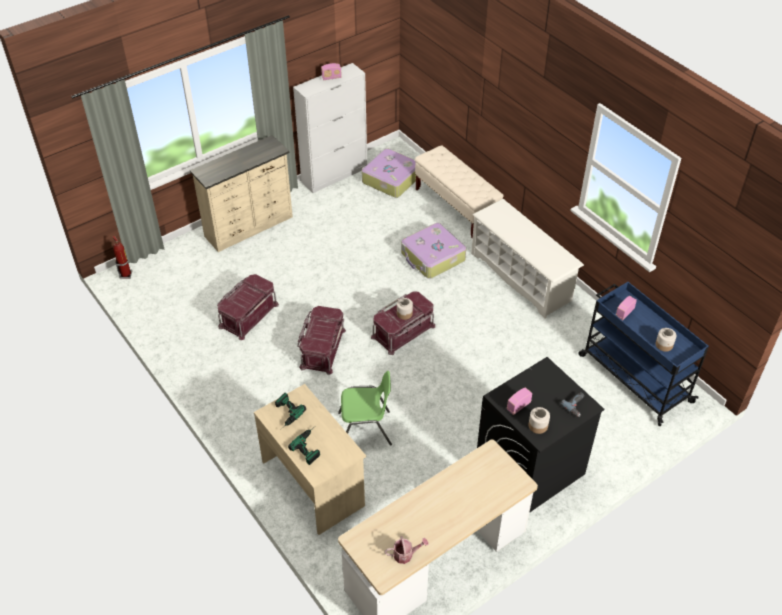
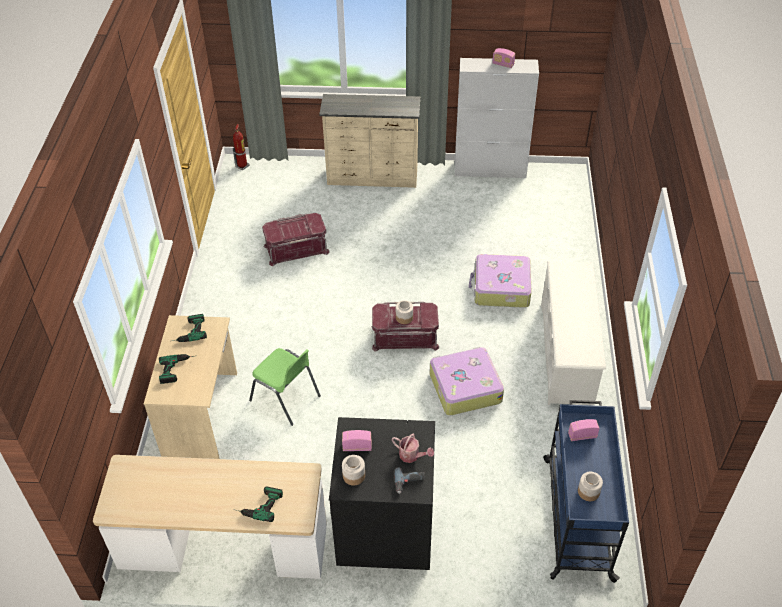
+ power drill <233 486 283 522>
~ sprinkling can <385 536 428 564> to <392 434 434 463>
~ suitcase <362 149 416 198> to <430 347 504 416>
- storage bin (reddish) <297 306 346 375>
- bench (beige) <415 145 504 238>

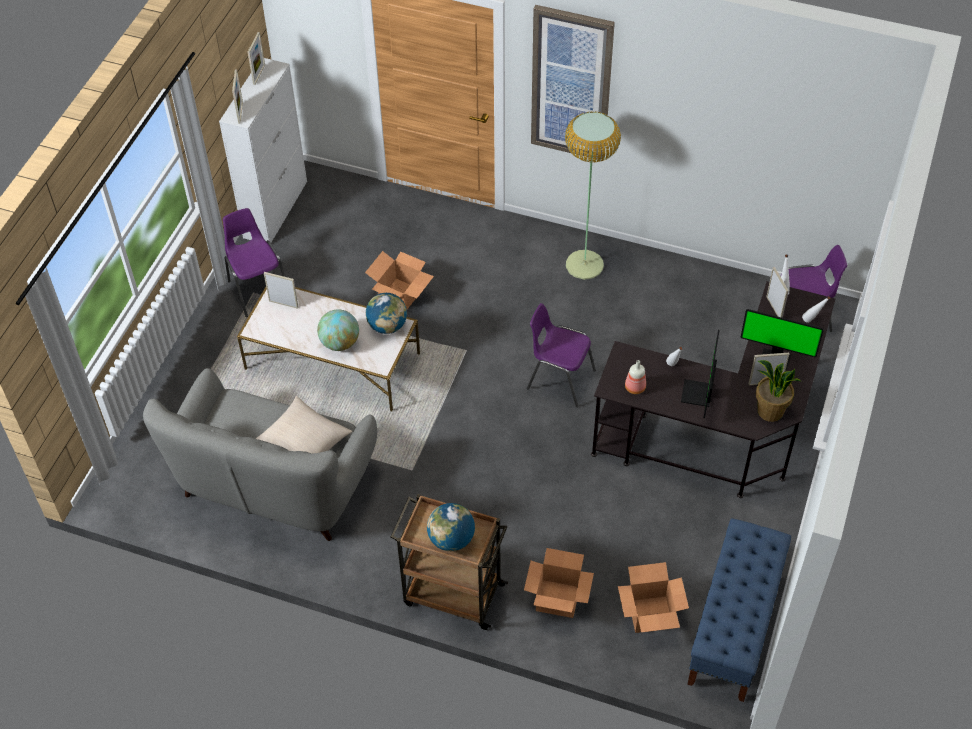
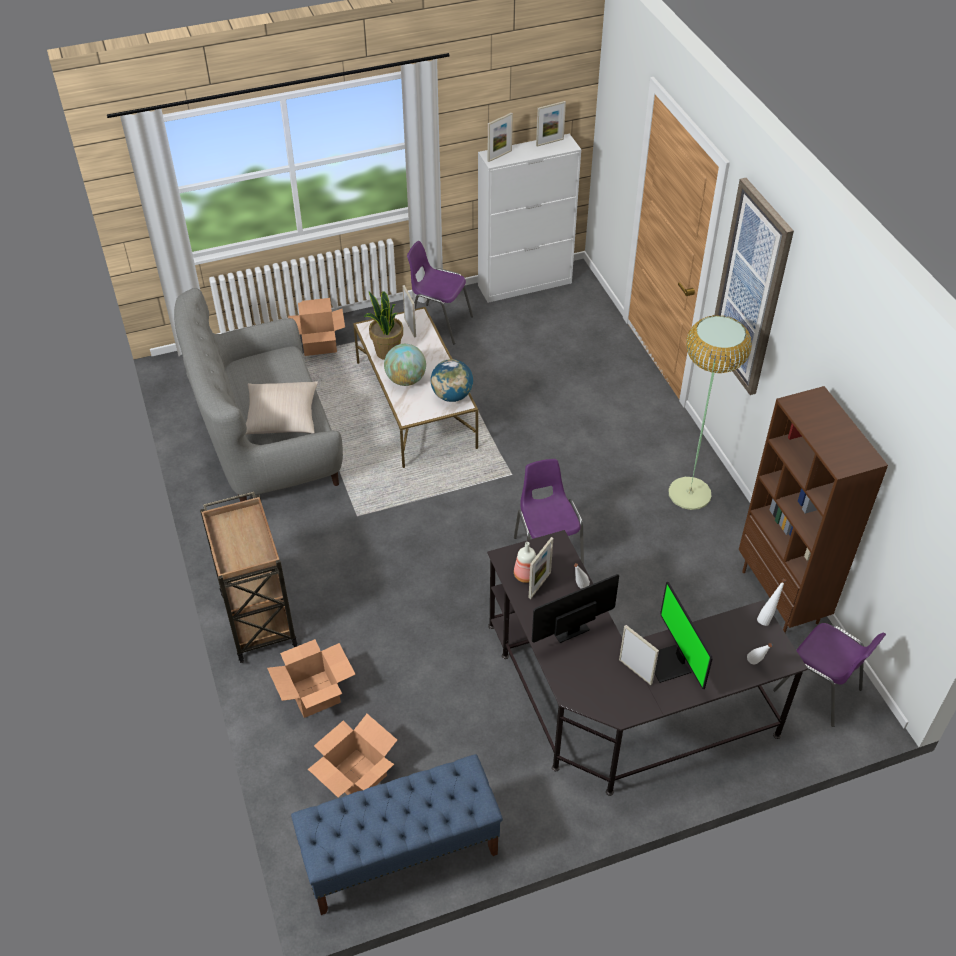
~ packing box <365 251 434 309> to <288 298 345 356>
~ plant in a pot <756 360 801 422> to <364 291 403 360>
~ chair (purple) <223 208 285 317> = <407 241 473 344> 90 degrees counterclockwise
~ standing frame <766 267 789 318> to <529 537 553 599>
+ bookshelf (brown-coloured) <739 386 888 633>
- desk globe <427 503 475 551>

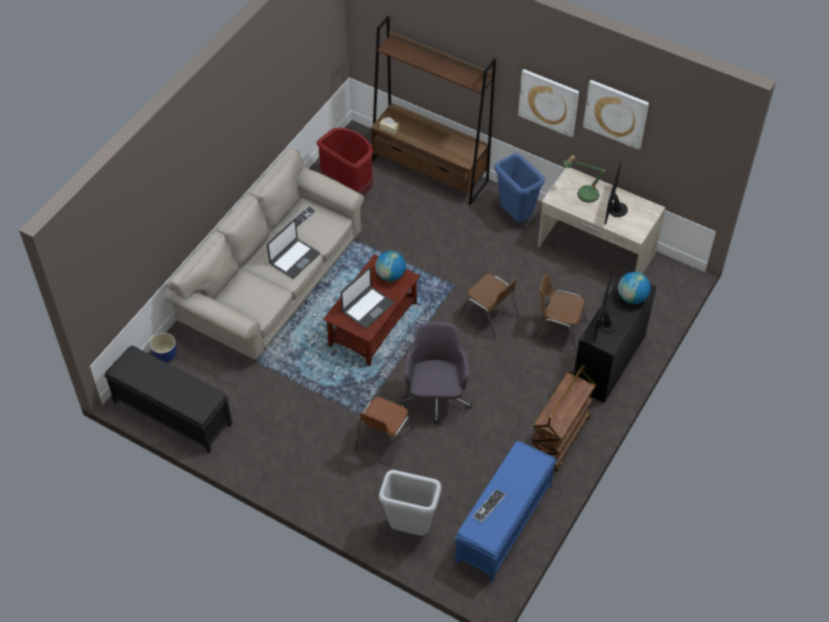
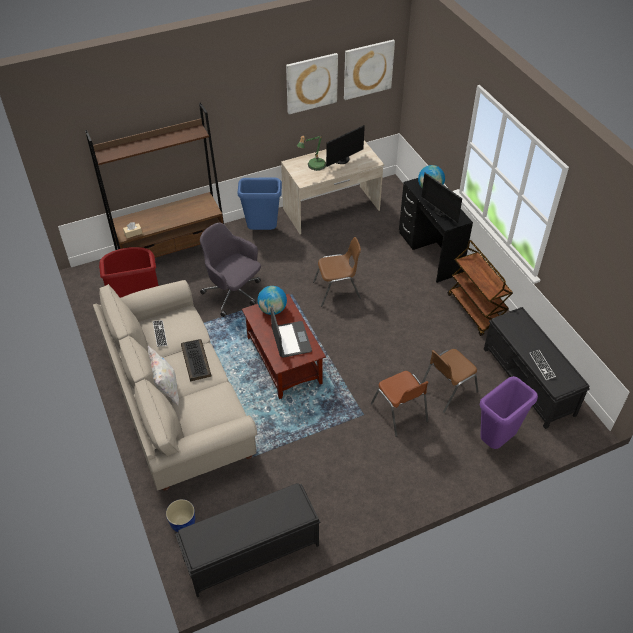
+ throw pillow (whitish) <148 346 179 406>
~ laptop <267 219 320 279> to keyboard <181 339 212 381>
~ office chair (gray) <400 321 471 424> to <200 223 261 317>
~ monitor <605 161 628 225> = <326 125 365 167> 90 degrees counterclockwise
~ wall art <518 69 579 138> to <344 40 395 100>
~ chair (brown-coloured) <532 273 587 351> to <421 349 478 413>
~ rubbish bin (gray) <379 470 441 536> to rubbish bin (purple) <480 376 538 449>
~ bench (bluish) <455 441 557 582> to bench (black-coloured) <484 307 590 429>

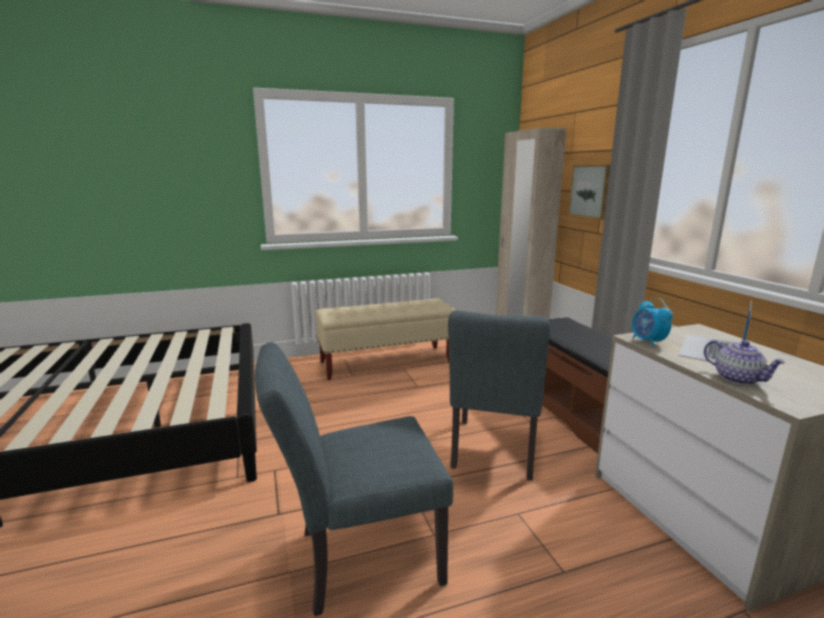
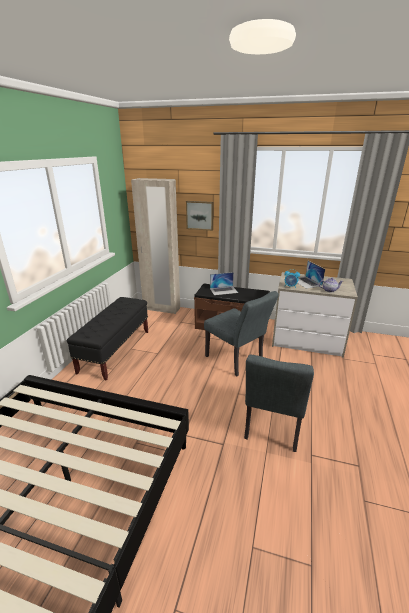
~ bench (beige) <315 299 456 380> to bench (black-coloured) <67 297 148 381>
+ laptop <210 272 238 295>

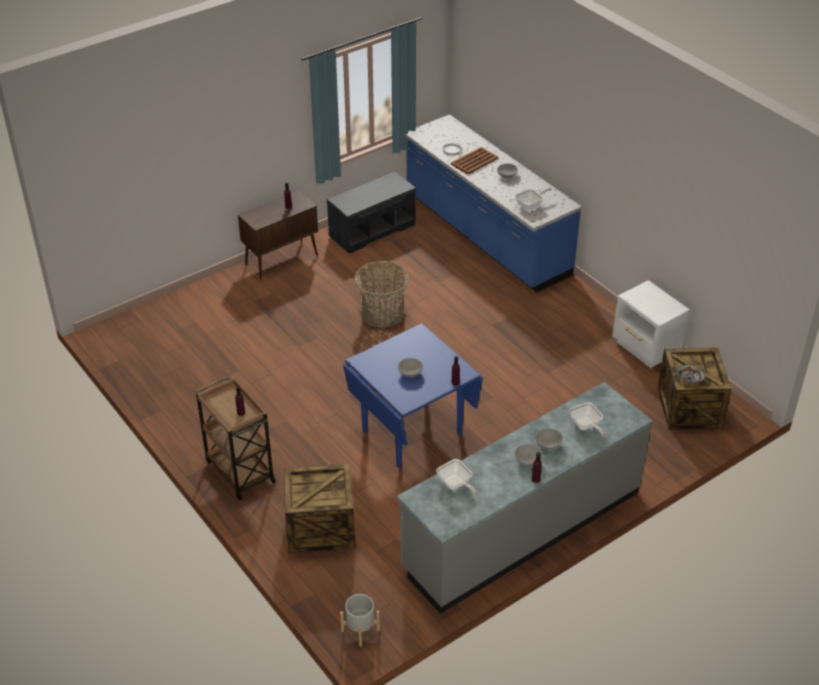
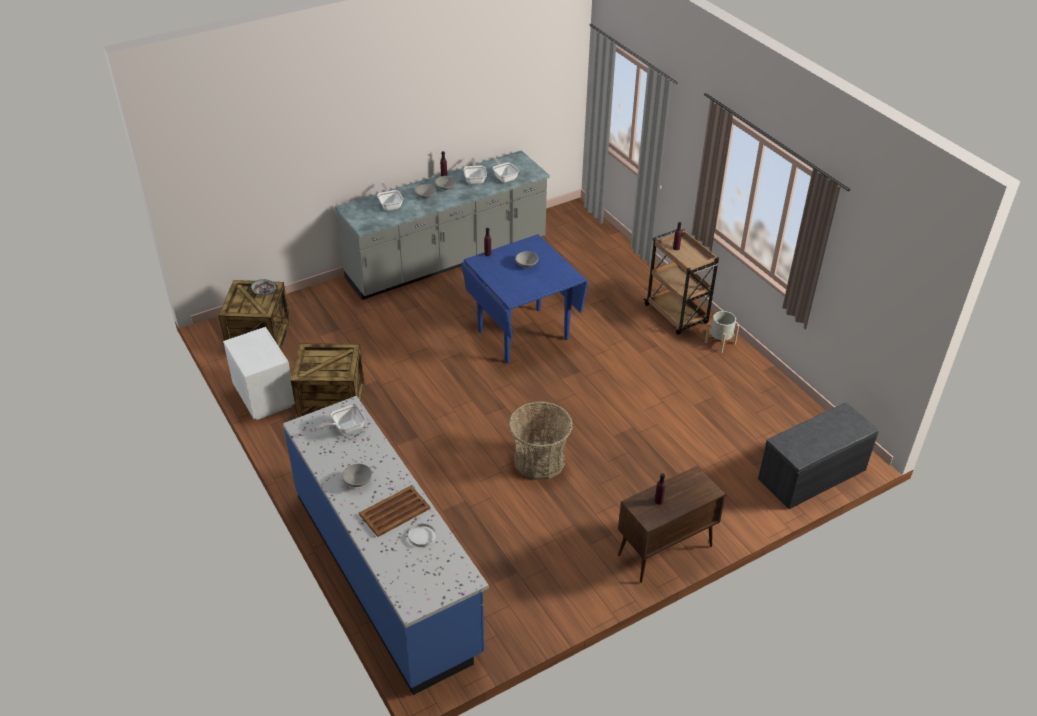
~ packing crate <284 464 355 553> to <291 344 365 418>
+ skillet <464 158 487 184>
~ plant pot (gray) <340 594 380 647> to <705 311 739 353>
~ bench (gray) <327 171 416 254> to <758 403 879 509>

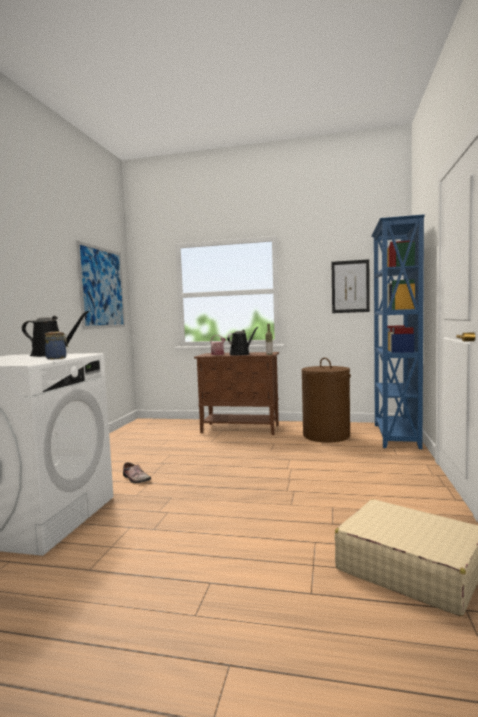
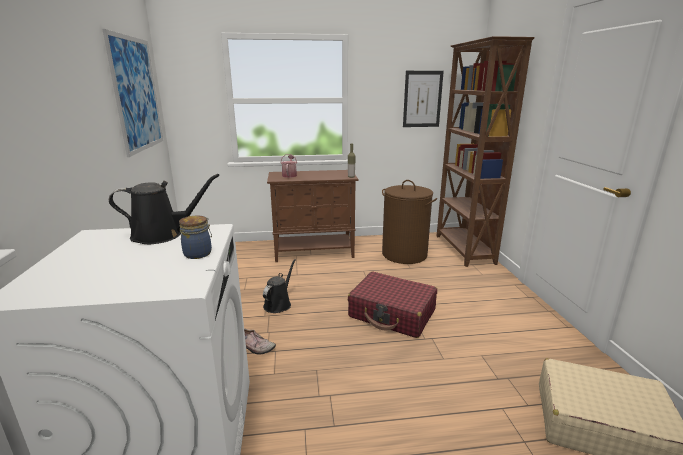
~ sprinkling can (black-coloured) <227 327 258 355> to <263 259 296 313>
+ suitcase (reddish) <348 271 437 338>
~ bookshelf (bluish) <371 214 425 449> to bookshelf (brown-coloured) <436 36 535 267>

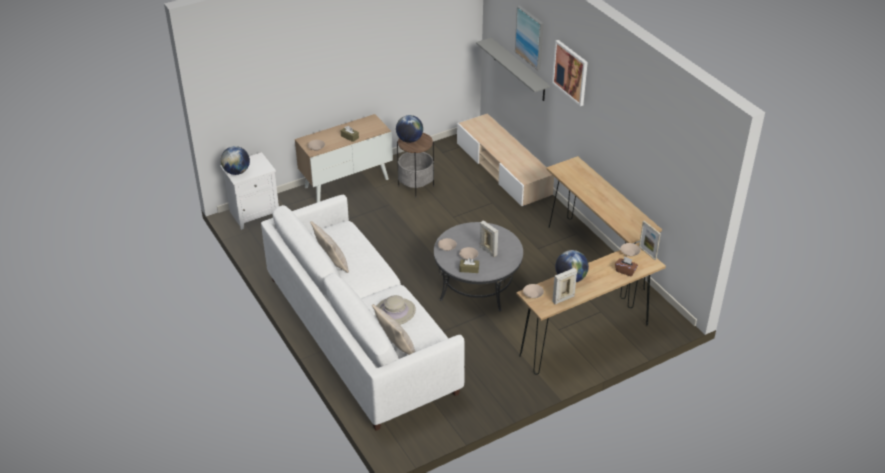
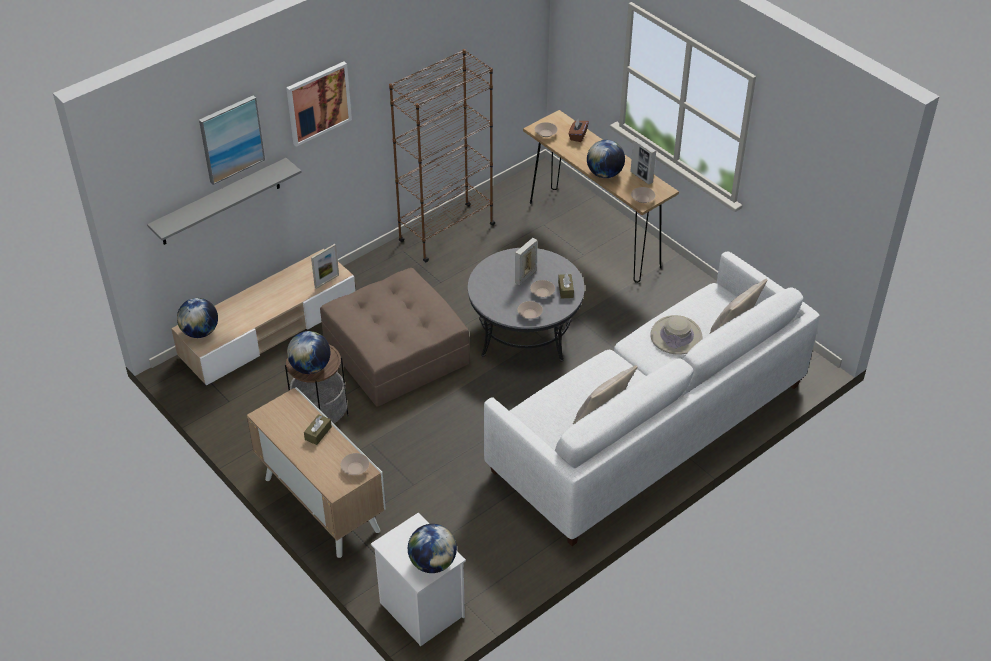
+ desk globe <177 298 218 338>
~ standing frame <639 221 661 260> to <311 244 339 289>
+ ottoman (brown-coloured) <320 268 470 407>
~ console table (brown-coloured) <546 156 662 299> to bookshelf (brown-coloured) <389 49 496 262>

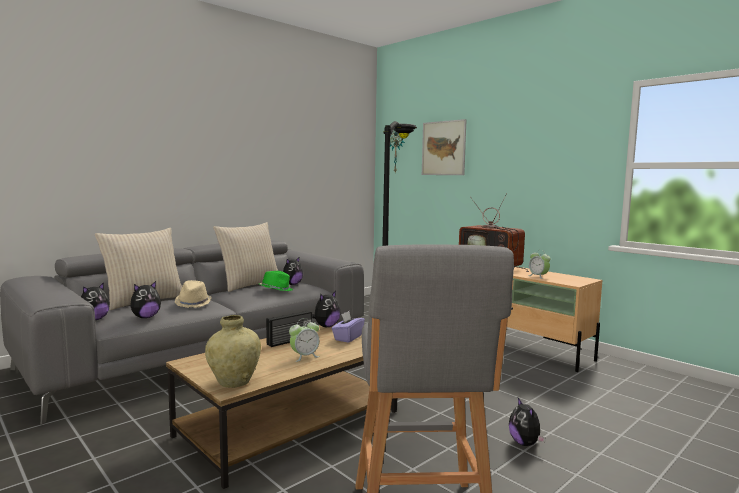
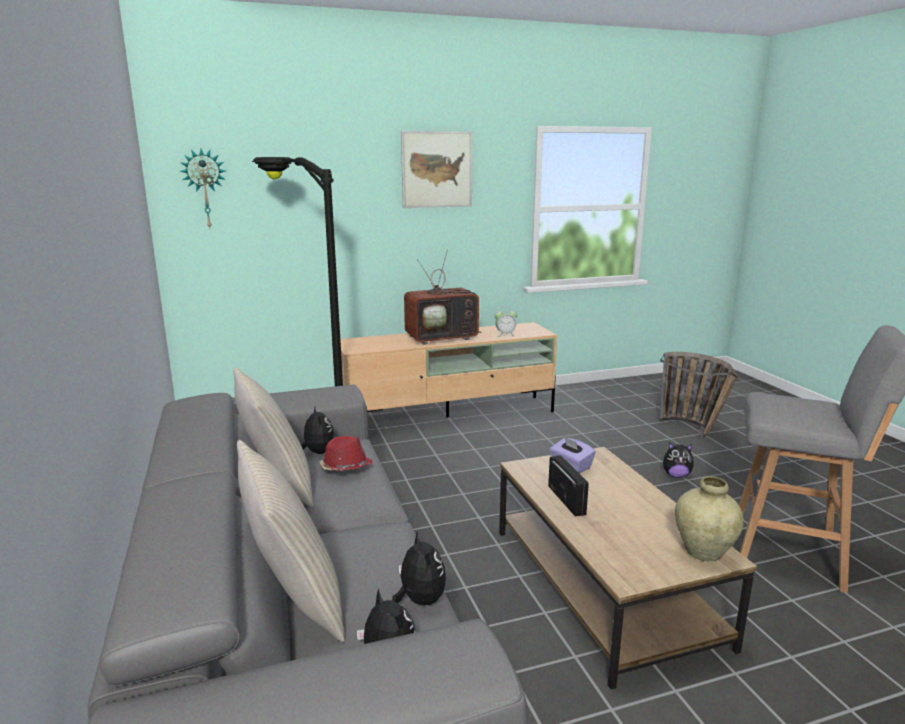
~ hat (green) <259 271 293 291> to hat (reddish) <320 436 373 471>
~ wall art <422 119 467 175> to <401 131 472 208>
+ storage basket <659 352 738 438>
- hat (beige) <175 280 212 308>
- table clock <289 318 320 362>
- cuddly toy <312 291 341 327>

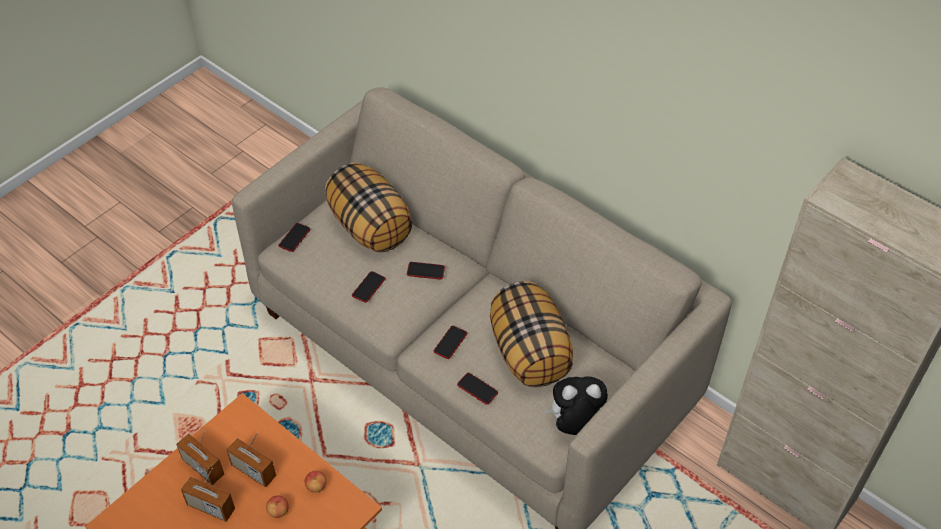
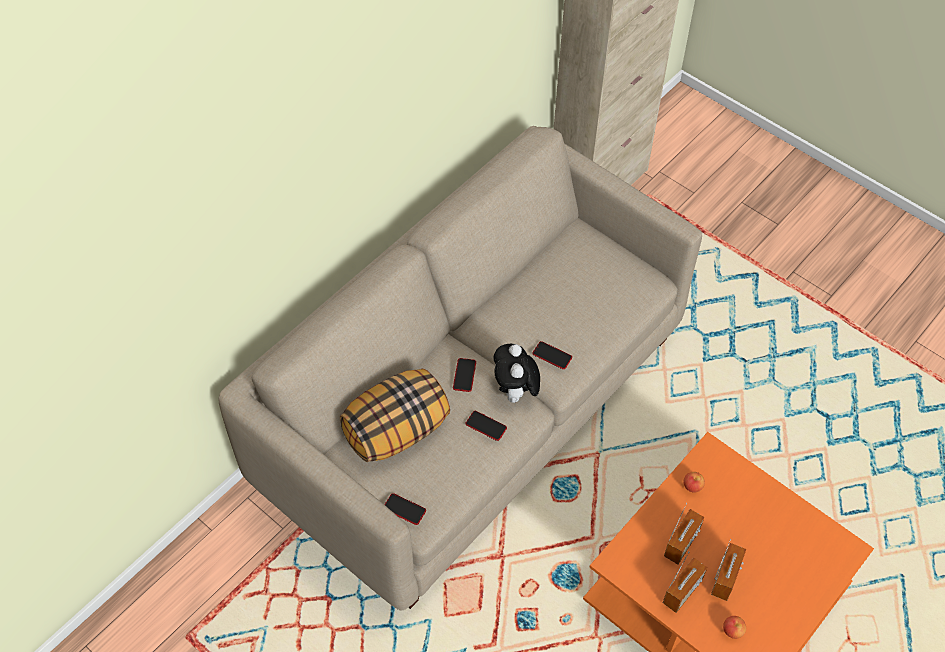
~ cuddly toy <544 376 608 435> to <494 344 540 407>
~ apple fruit <266 496 289 518> to <723 616 746 639>
- phone <457 373 498 405>
- throw pillow <490 281 573 387>

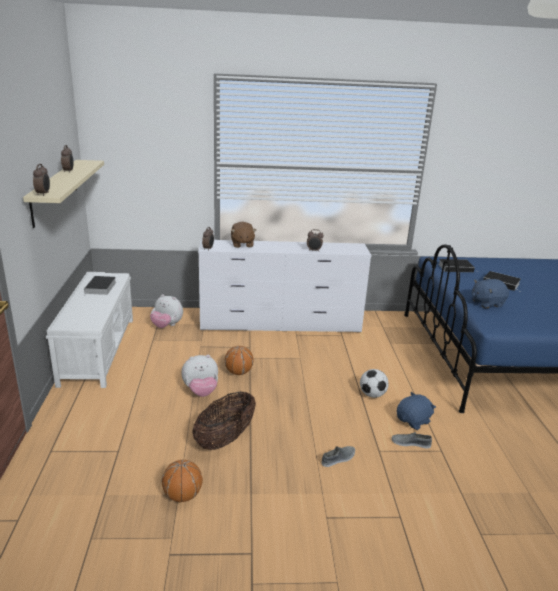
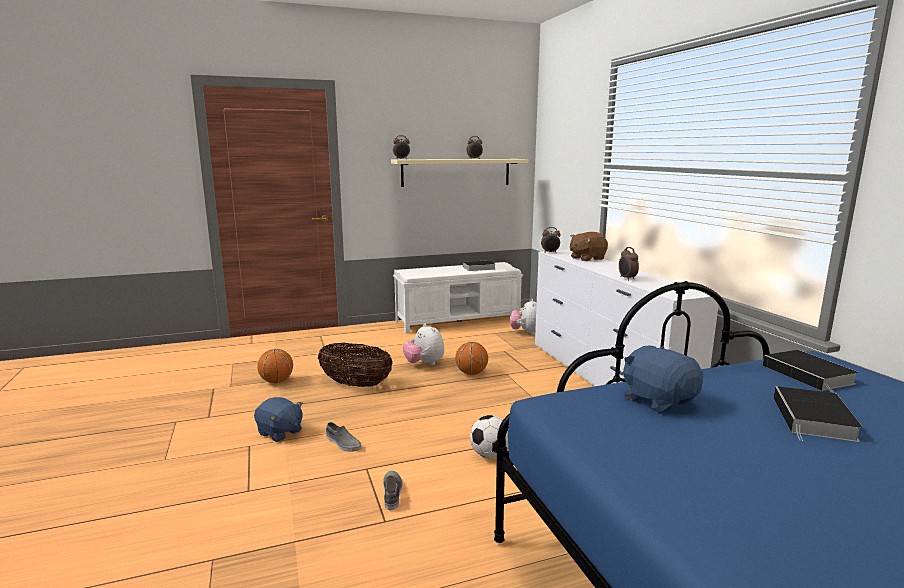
~ cuddly toy (bluish) <396 392 436 430> to <254 397 303 442>

